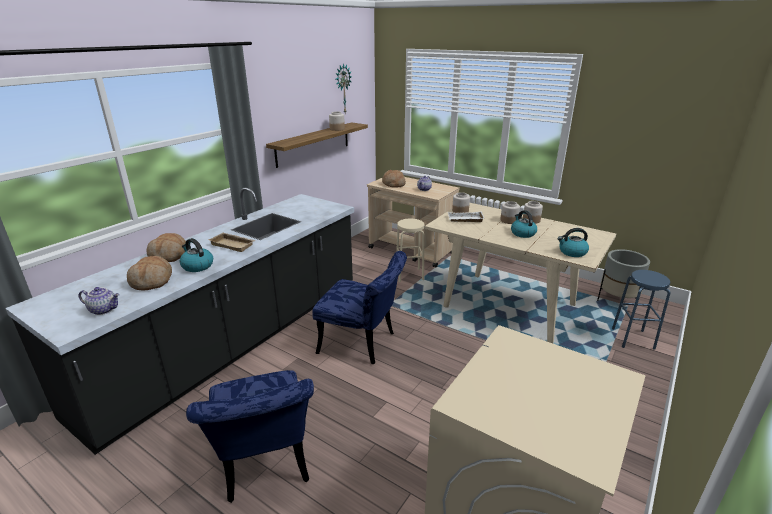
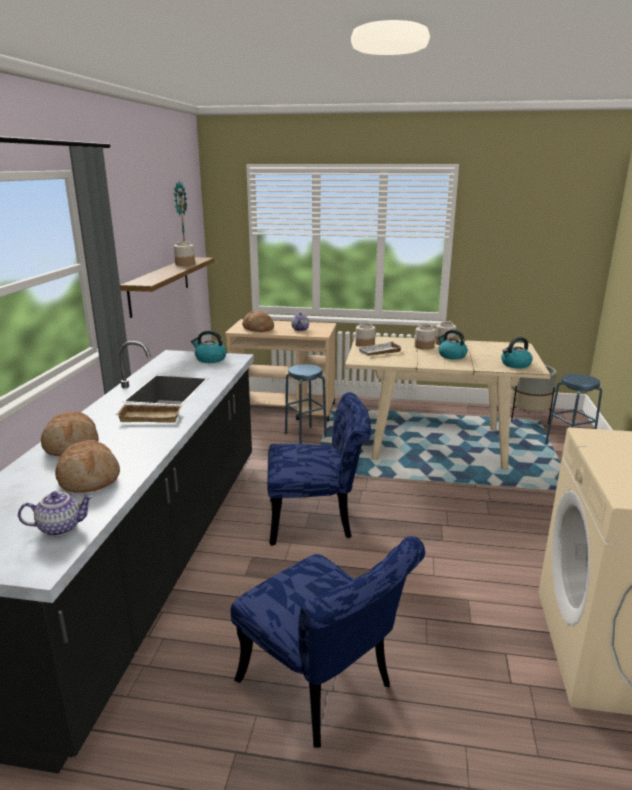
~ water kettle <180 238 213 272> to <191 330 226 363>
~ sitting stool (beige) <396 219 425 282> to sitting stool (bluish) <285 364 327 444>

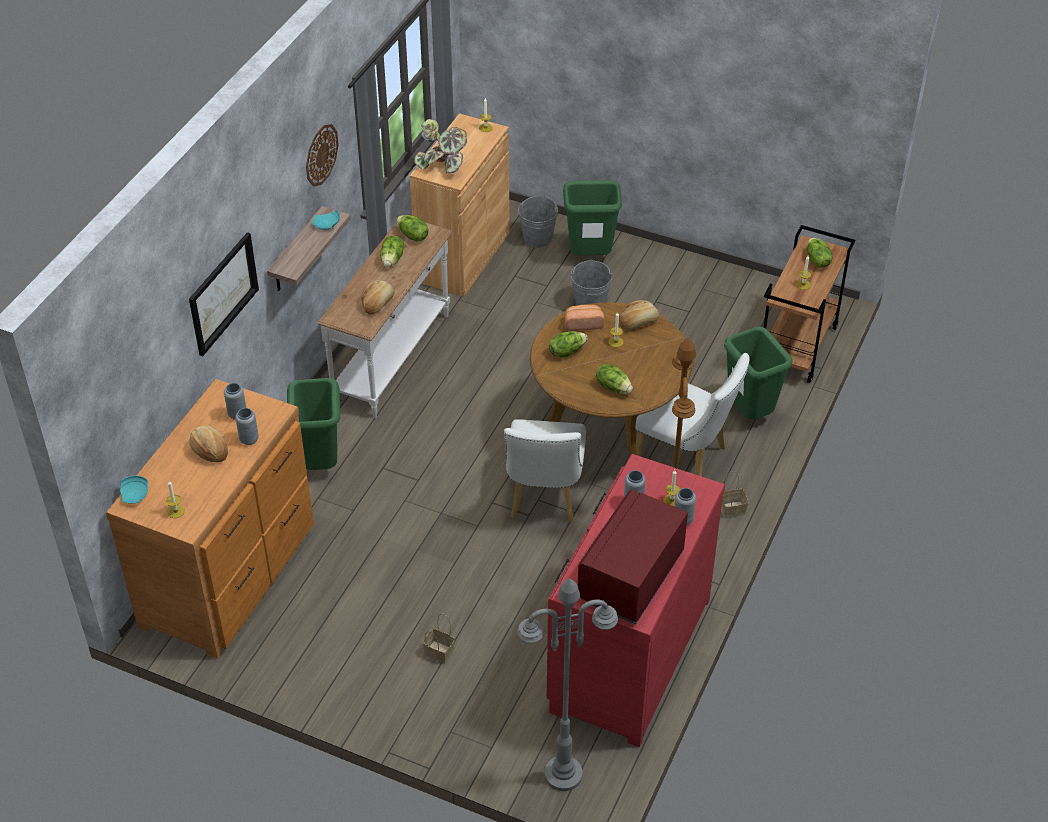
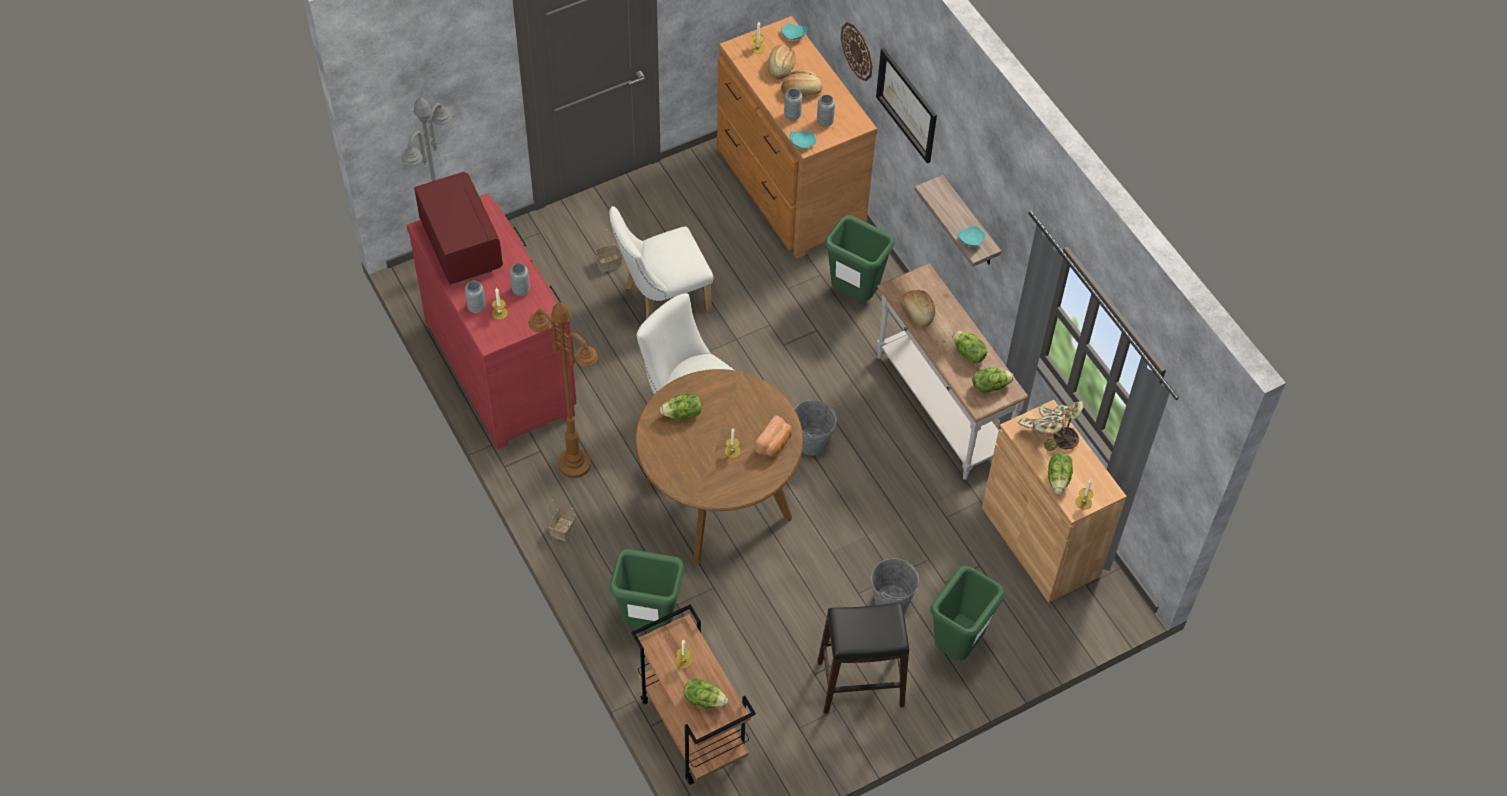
~ chair (whitish) <636 353 750 477> to <609 206 713 319>
~ bakery bread <619 300 659 330> to <768 45 796 80>
+ flat dish (turquoise) <790 131 817 149>
~ water bucket (gray) <518 196 558 248> to <795 400 837 456>
+ sitting stool (black-coloured) <817 602 909 714>
~ hanging clock <306 124 339 186> to <841 22 873 81>
~ lettuce <549 331 588 358> to <1048 453 1073 494>

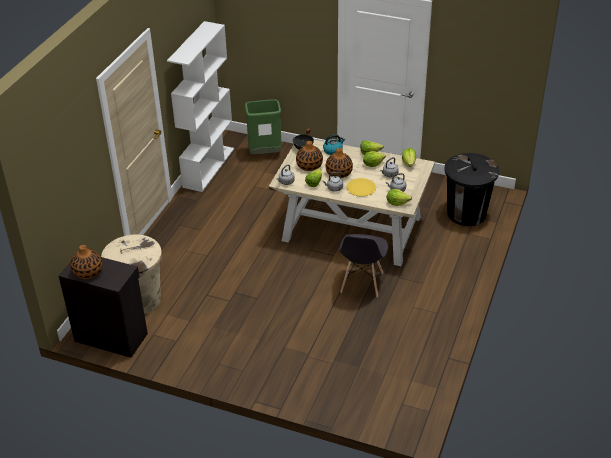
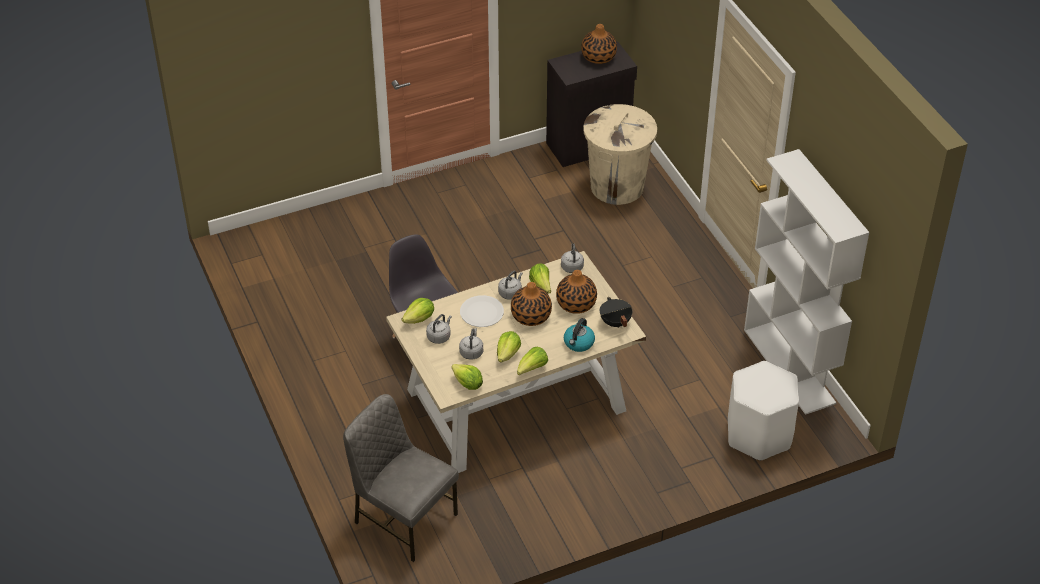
~ rubbish bin (black-coloured) <445 153 499 226> to chair (gray) <343 394 459 562>
~ flat dish (yellow-coloured) <346 178 376 197> to flat dish (whitish) <460 295 504 327>
~ rubbish bin (green) <245 99 282 154> to sitting stool (whitish) <728 361 799 461>

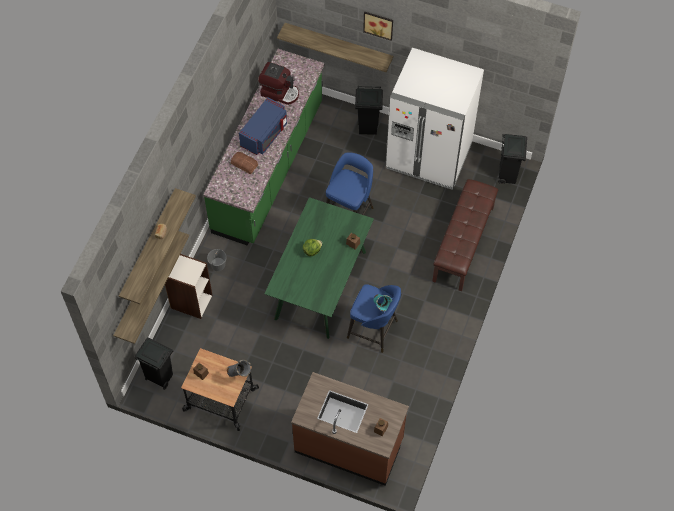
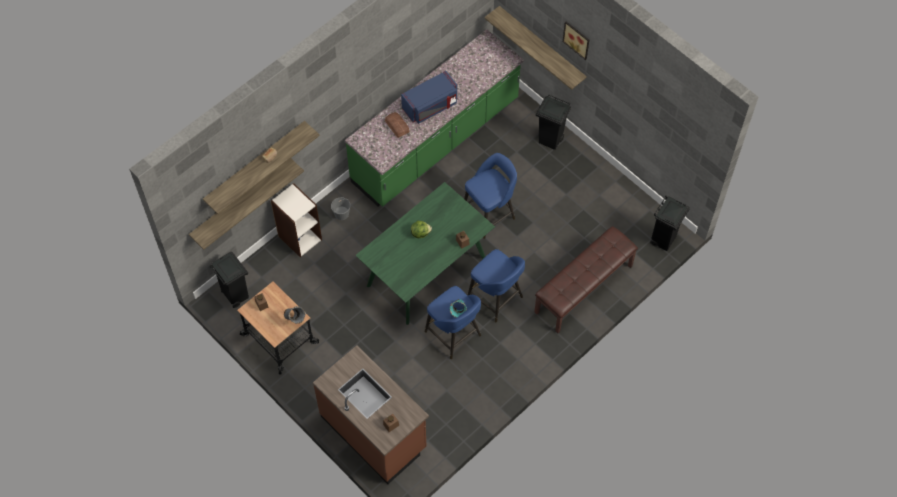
+ sitting stool (bluish) <467 249 525 322>
- coffee maker <258 62 299 105>
- refrigerator (whitish) <386 48 484 190>

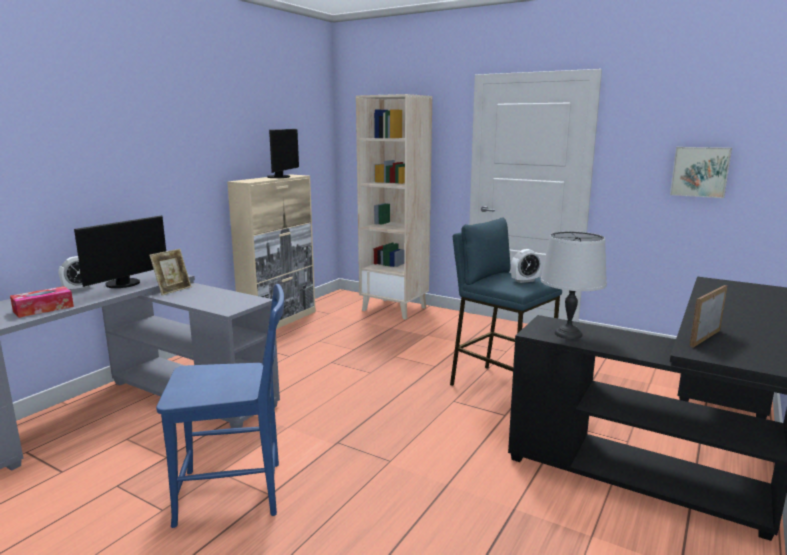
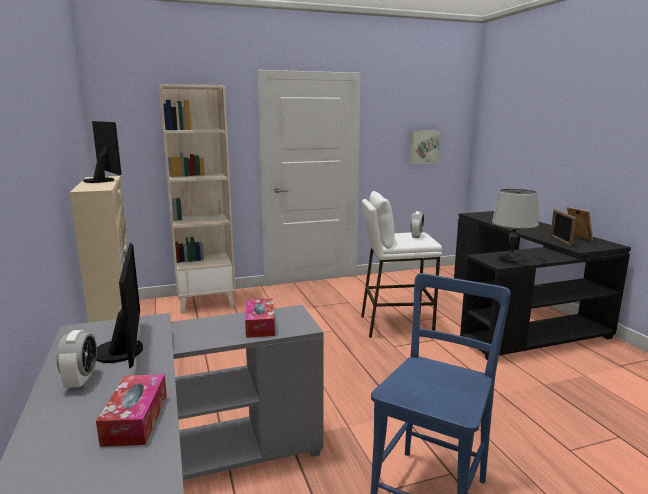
+ box of tissues <245 298 275 338>
~ sitting stool (bluish) <450 217 562 386> to sitting stool (whitish) <361 191 442 338>
~ standing frame <149 249 192 295> to <567 207 593 242>

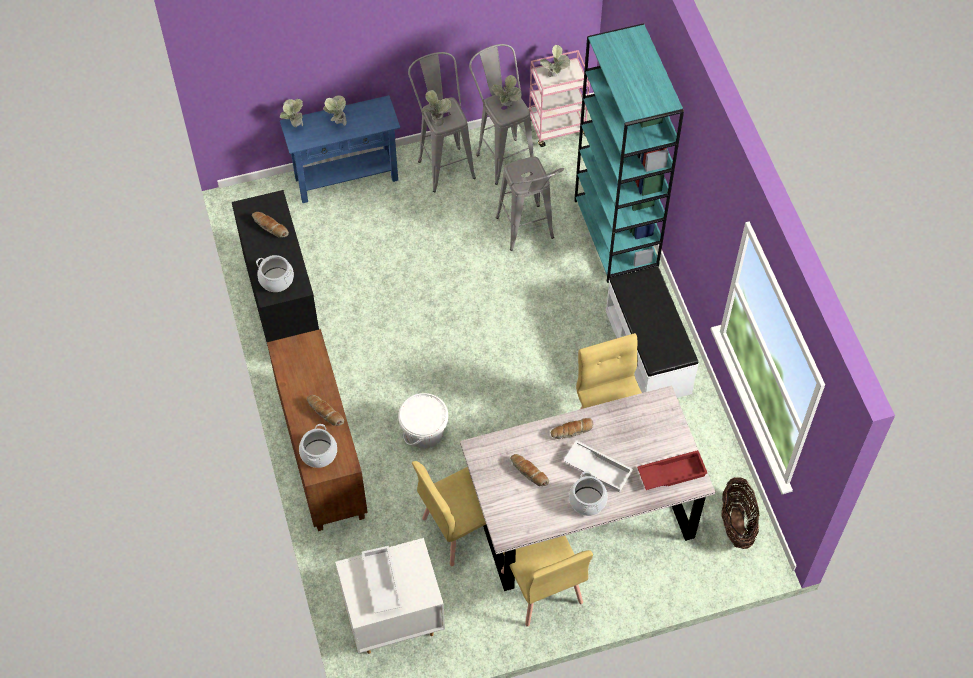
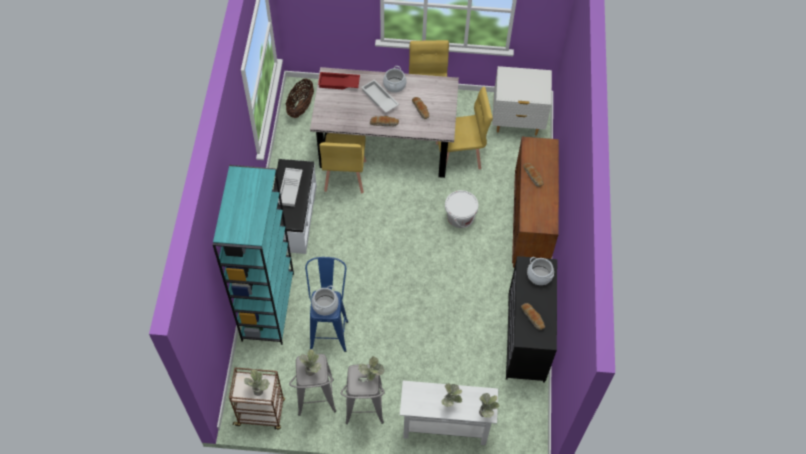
~ wheeled cart (pink-coloured) <529 50 590 147> to wheeled cart (brown-coloured) <229 368 285 430>
~ carrying tray (whitish) <362 546 403 613> to <278 168 303 207>
~ sitting stool (gray) <496 156 564 251> to sitting stool (bluish) <305 257 348 352>
~ saucepot <299 424 337 468> to <311 285 339 315>
~ console table (bluish) <280 95 400 203> to console table (whitish) <400 381 498 445>

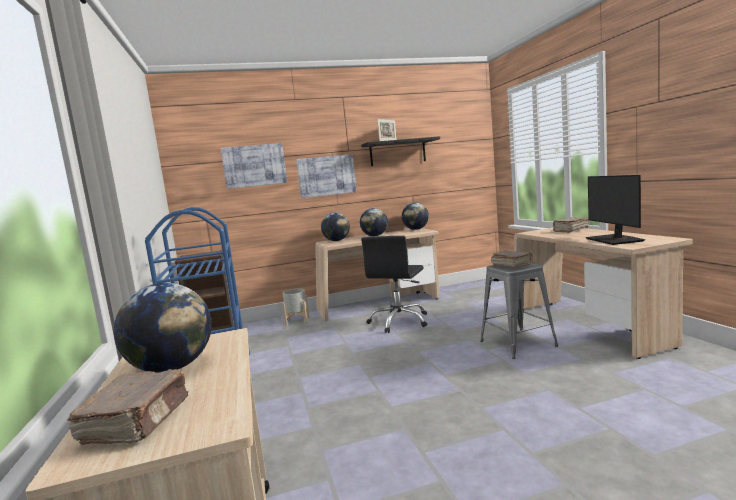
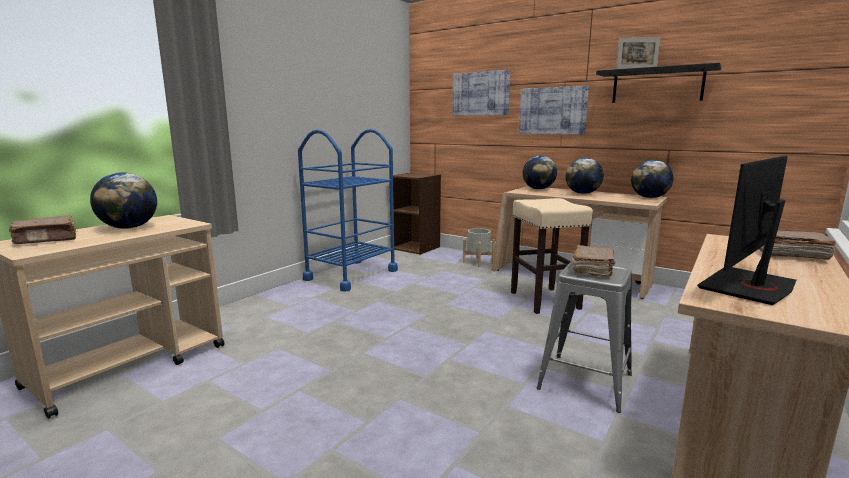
~ office chair (black-coloured) <361 236 427 333> to sitting stool (beige) <511 198 593 314>

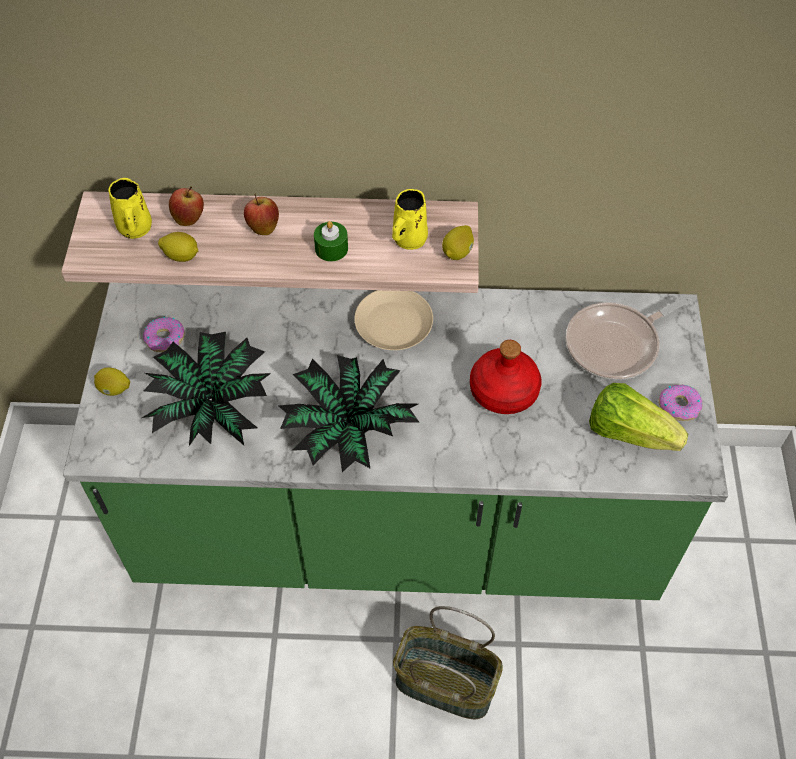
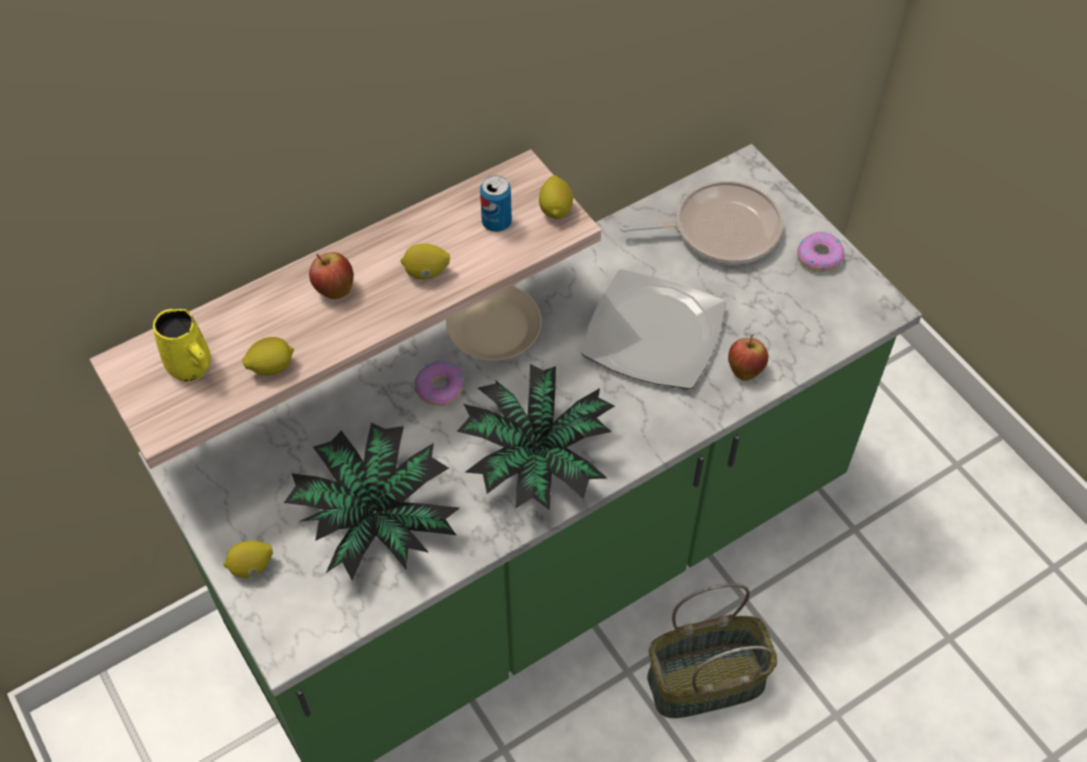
~ wax light (green) <314 221 348 262> to whole lemon <401 243 450 280>
~ doughnut <143 317 185 352> to <415 360 464 406>
~ mug (yellow-coloured) <392 189 428 250> to sealed can <480 175 512 232>
~ drink bottle (reddish) <470 340 542 414> to flat dish <581 269 726 389>
~ skillet <565 296 691 380> = <620 181 783 265> 120 degrees counterclockwise
~ apple fruit <169 187 204 226> to <728 335 768 381>
- lettuce <589 383 688 451>

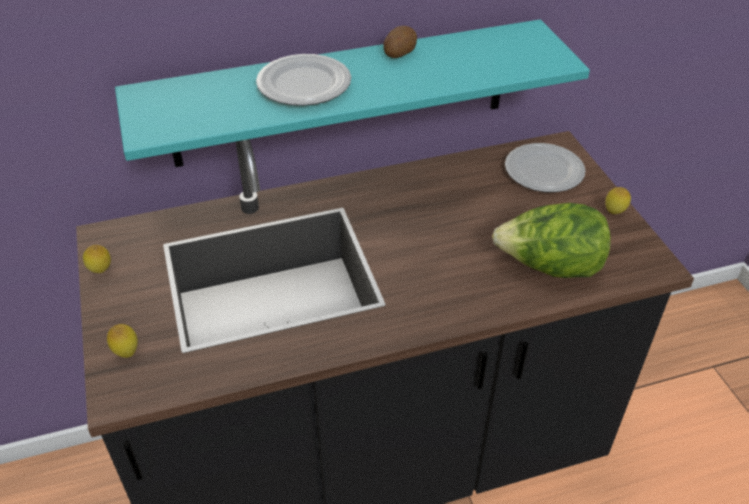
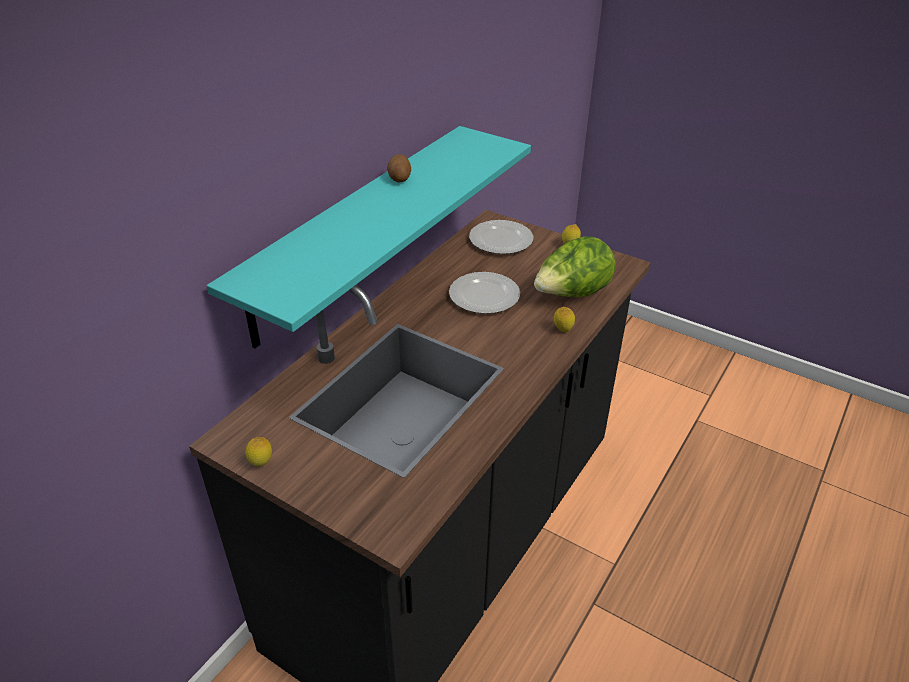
~ flat dish <256 54 351 106> to <449 272 520 314>
~ whole lemon <107 324 138 358> to <554 307 575 332>

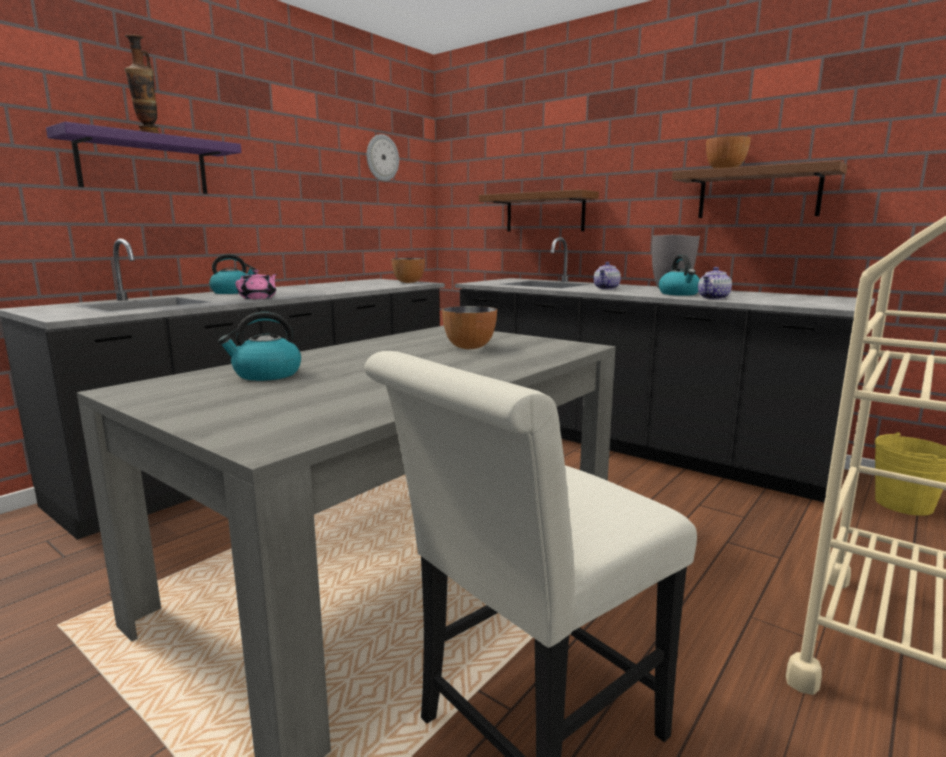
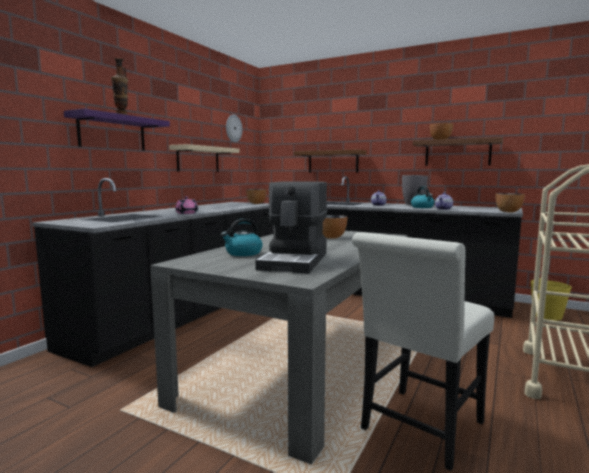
+ bracket shelf (beige) <169 144 239 172>
+ coffee maker <255 181 327 274>
+ serving bowl <496 193 525 212>
- water kettle <209 254 257 294>

